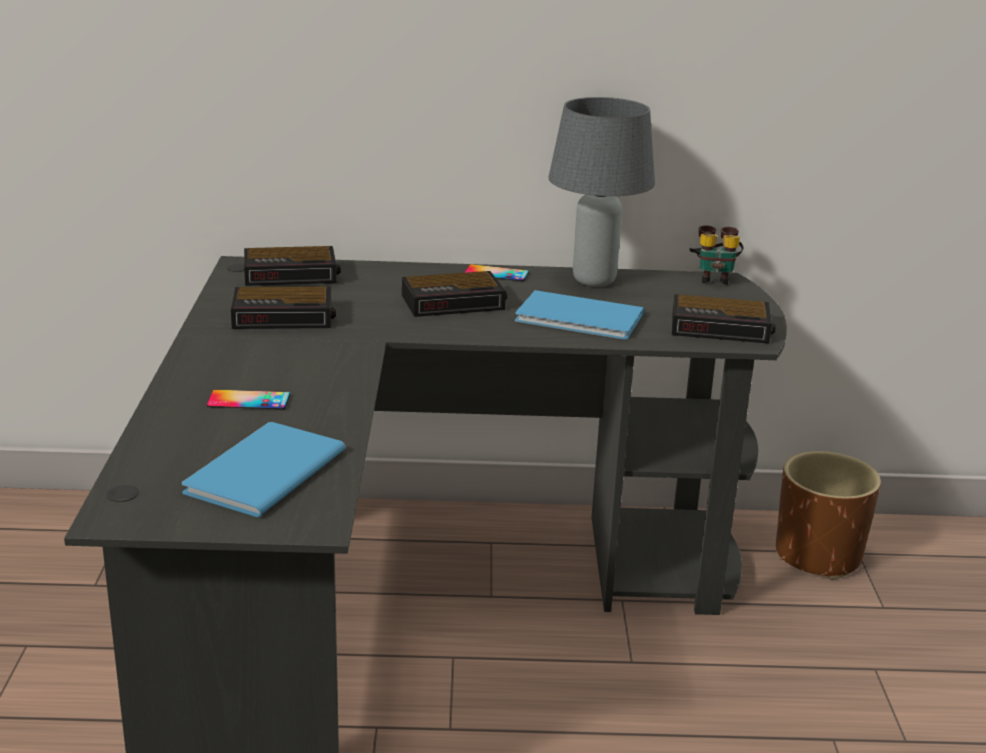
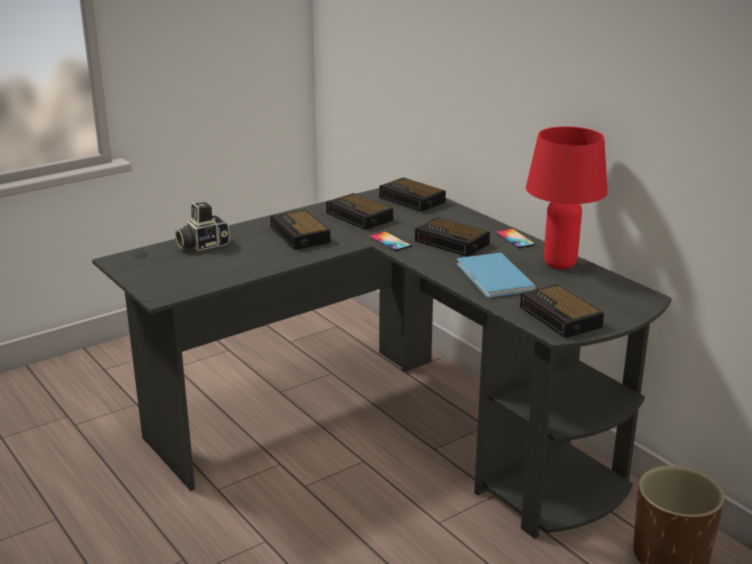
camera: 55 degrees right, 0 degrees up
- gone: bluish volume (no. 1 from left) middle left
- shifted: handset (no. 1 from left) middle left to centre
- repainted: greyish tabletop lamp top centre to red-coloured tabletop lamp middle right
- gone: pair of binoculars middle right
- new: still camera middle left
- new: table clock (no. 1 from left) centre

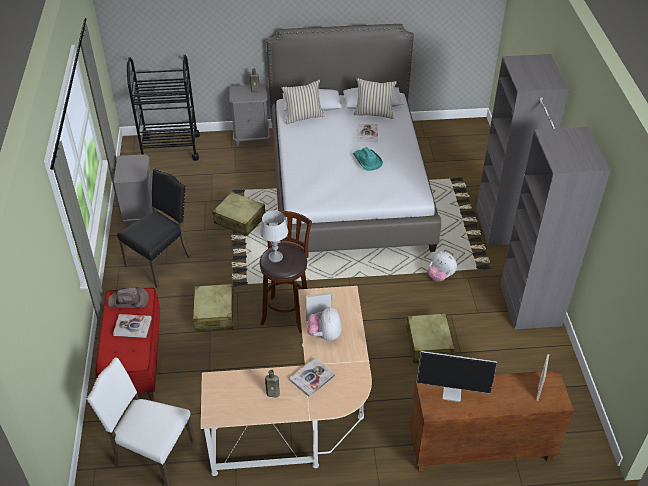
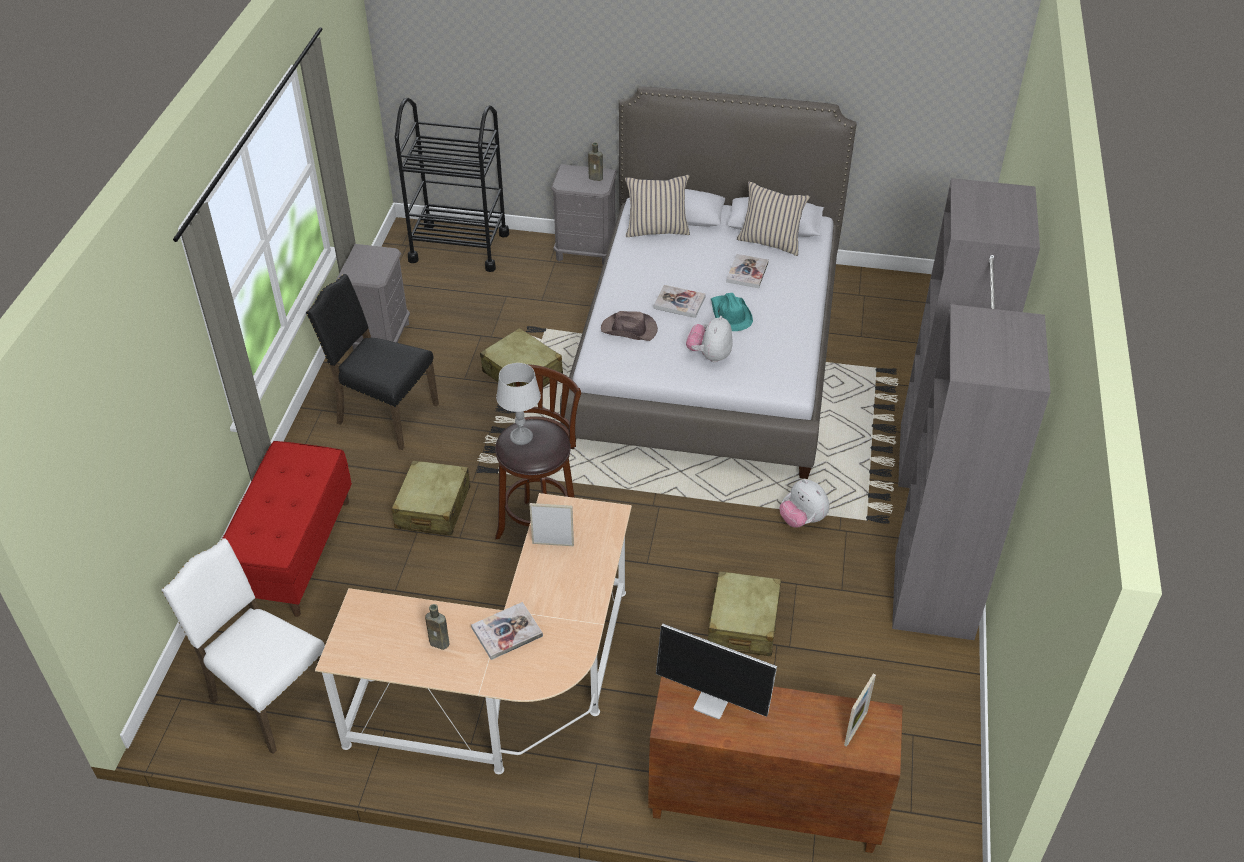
camera: 15 degrees right, 0 degrees up
- shifted: brown hat middle left to centre
- shifted: volume (no. 1 from left in the first image) bottom left to volume (no. 2 from left) centre
- rotated: black-coloured chair middle left = middle left 120 degrees counterclockwise
- shifted: plush toy (no. 1 from left) bottom centre to centre

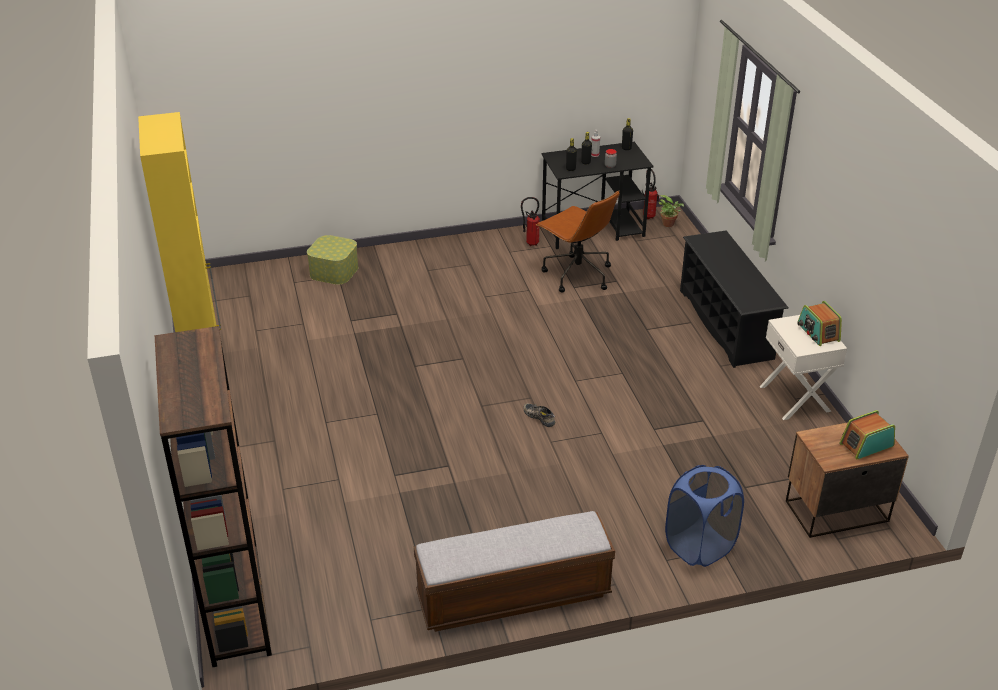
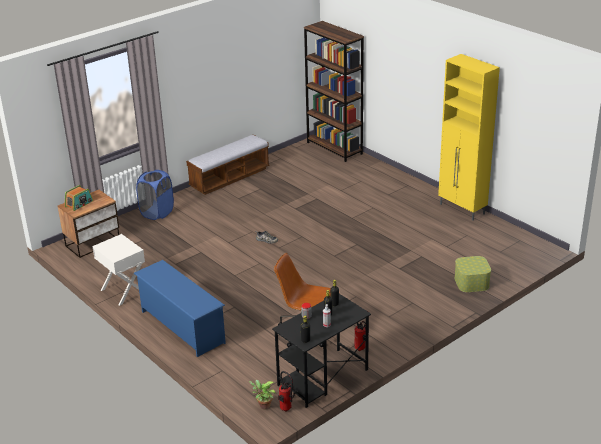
camera: 155 degrees right, 5 degrees down
- repainted: black-coloured shoe shelf middle right to bluish shoe shelf bottom left
- gone: radio (no. 1 from left) middle right

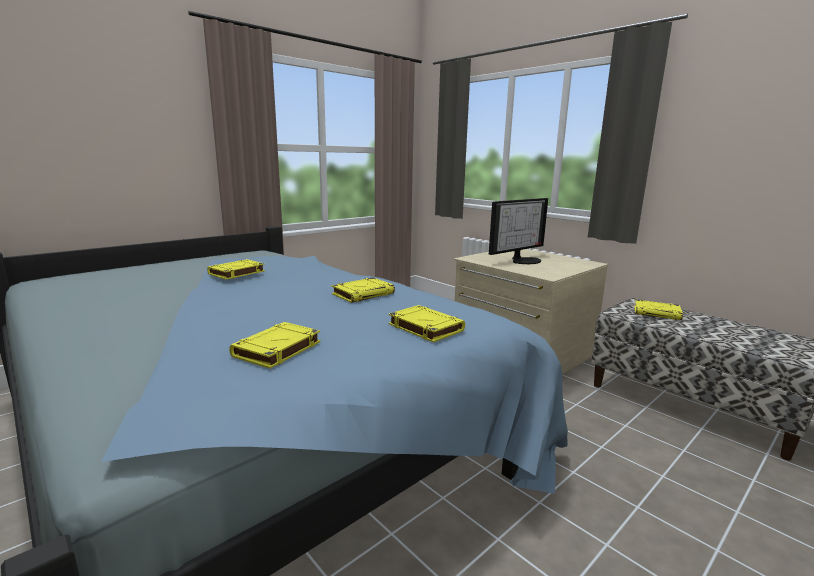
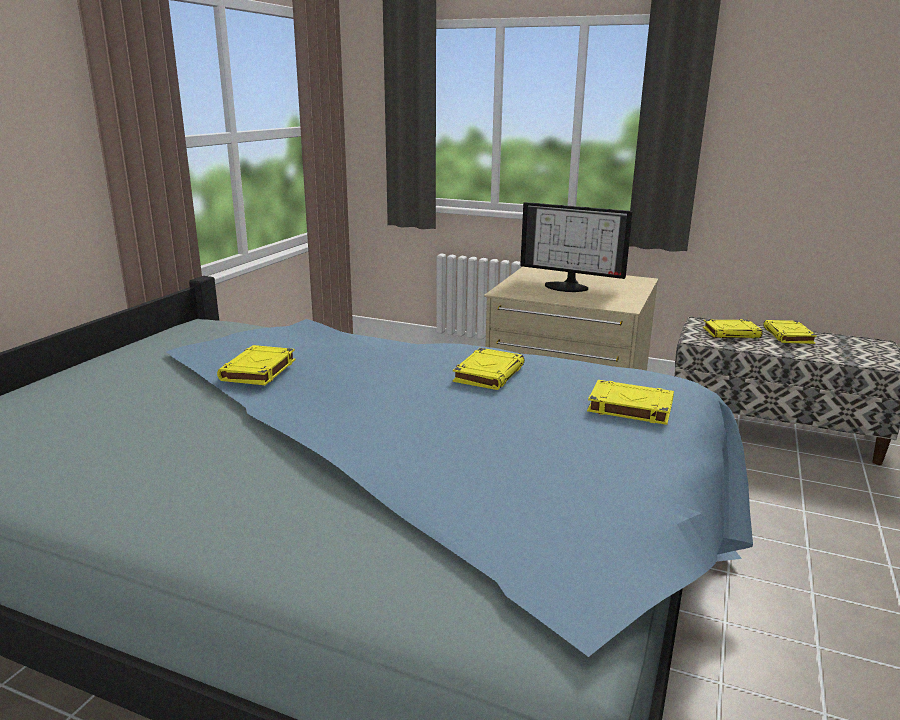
camera: 25 degrees left, 5 degrees up
- shifted: yellow volume (no. 2 from left in the first image) centre to yellow volume (no. 5 from left) middle right
- rotated: computer screen centre = centre 90 degrees clockwise

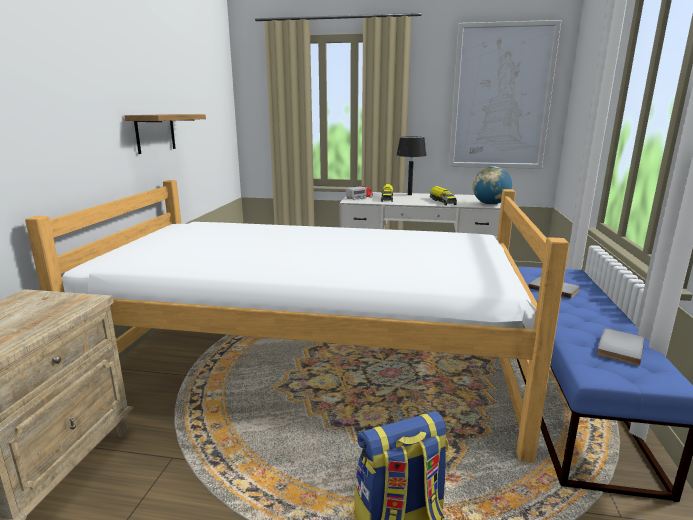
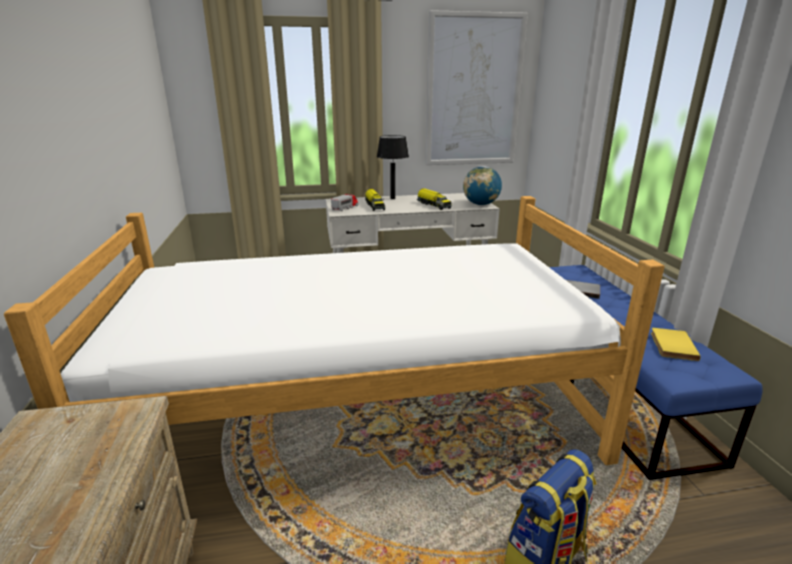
camera: 20 degrees left, 5 degrees up
- gone: wall shelf top left
- repainted: greyish volume (no. 2 from left) bottom right to yellow volume middle right

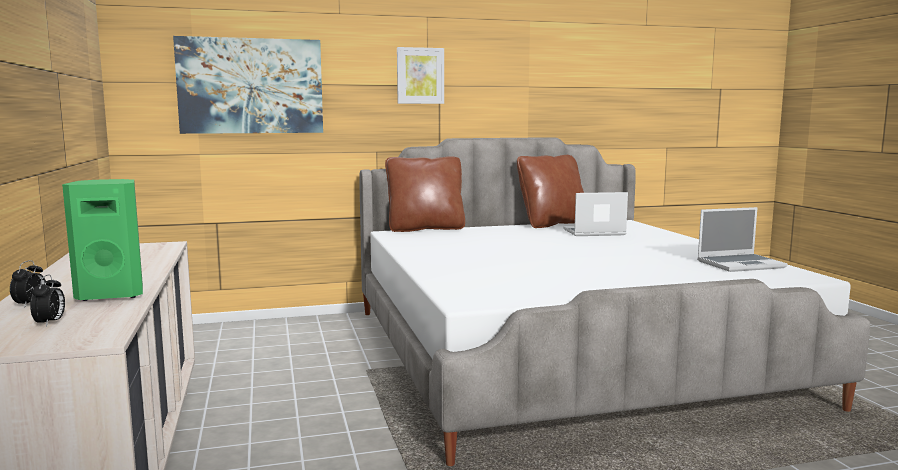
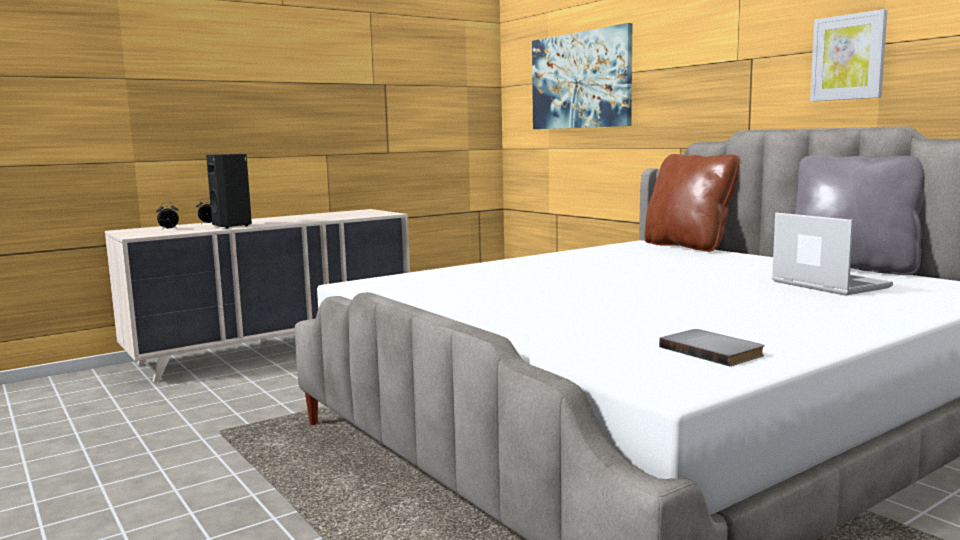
camera: 70 degrees right, 0 degrees up
- repainted: green-coloured loudspeaker middle left to black-coloured loudspeaker middle left
- shifted: picture (no. 2 from left) top centre to top right
- repainted: brown pillow (no. 2 from left) centre to greyish pillow middle right
- swapped: notebook computer (no. 2 from left) middle right to greyish volume middle right

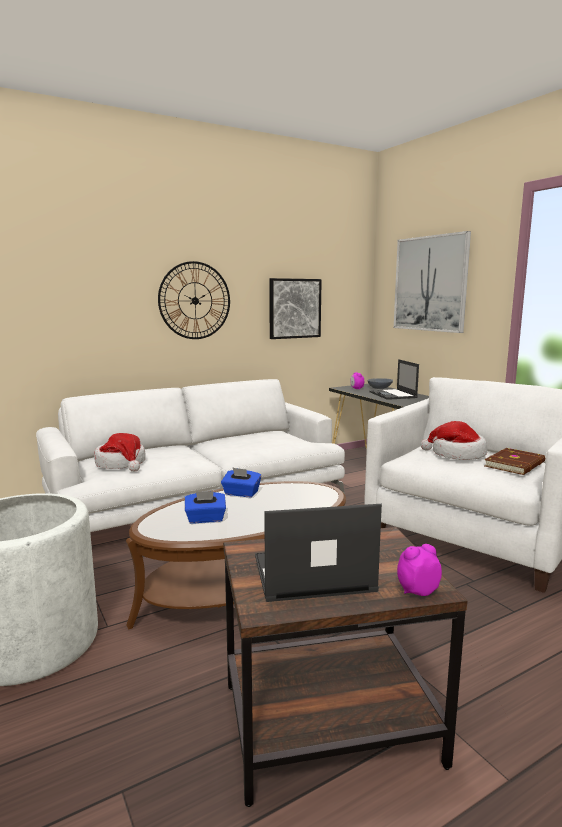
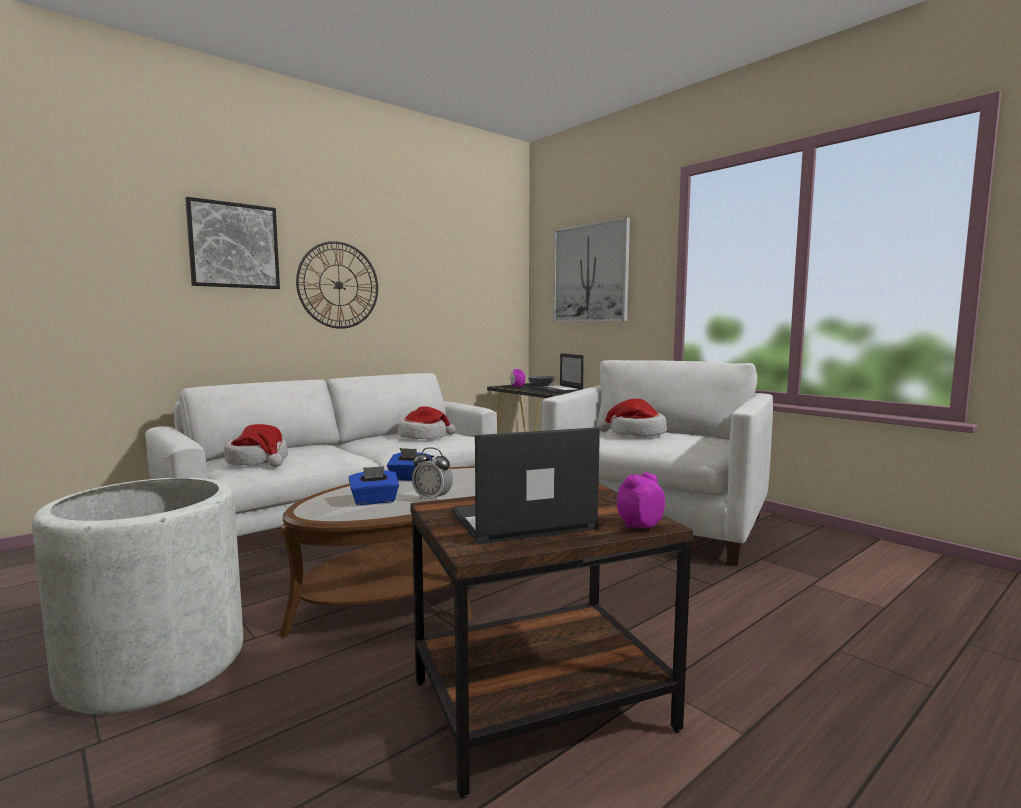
camera: 10 degrees left, 5 degrees down
- shifted: picture (no. 1 from left) centre to top left
- gone: brown volume middle right
- new: hat (no. 2 from left) centre
- new: table clock (no. 1 from left) centre

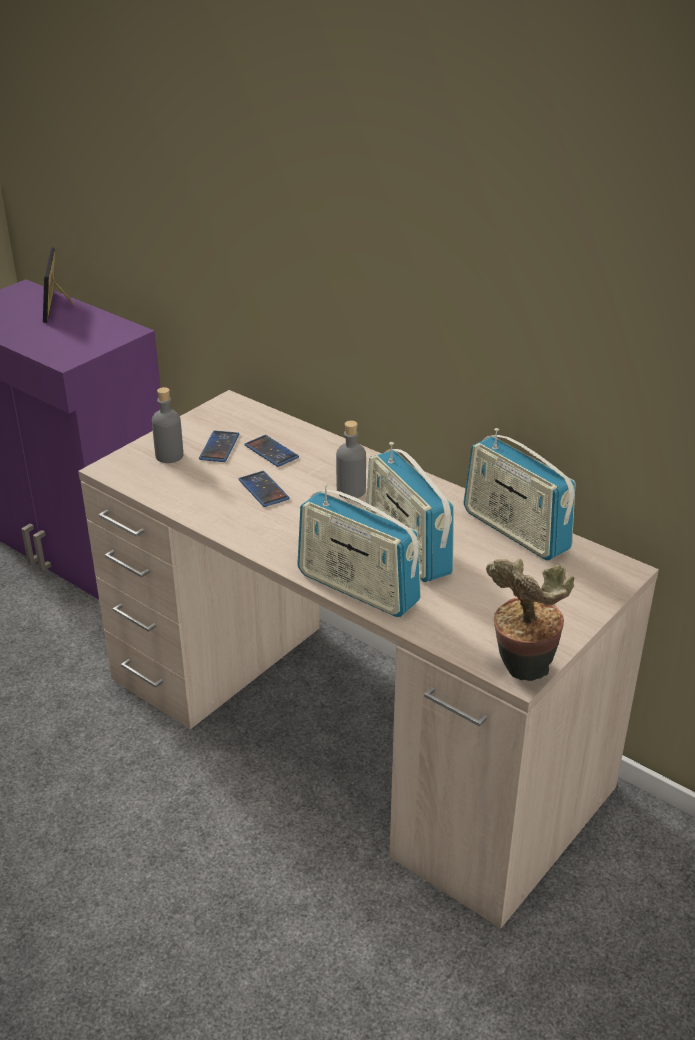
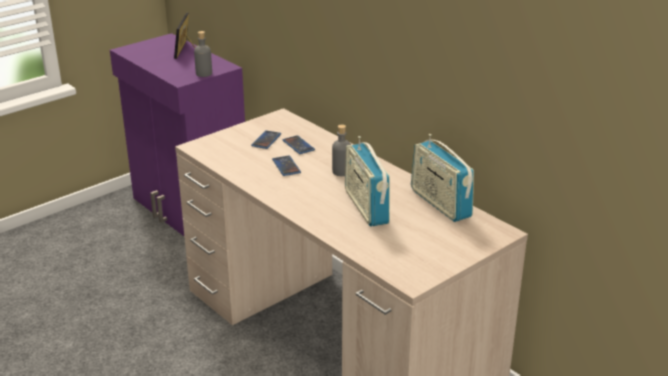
camera: 10 degrees right, 5 degrees down
- shifted: greyish beverage bottle (no. 1 from left) middle left to top left
- gone: radio (no. 1 from left) centre
- gone: houseplant middle right

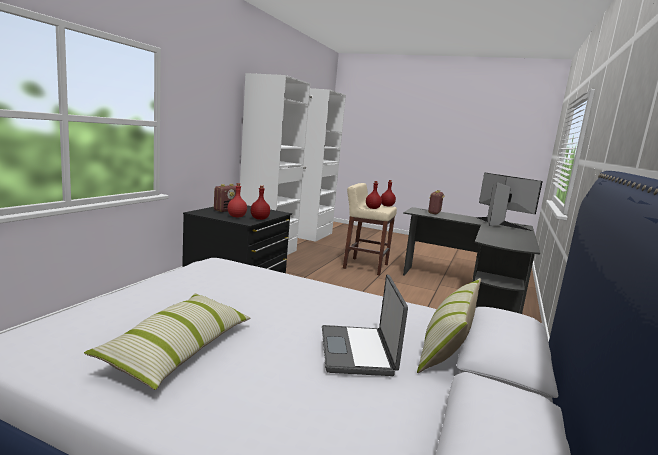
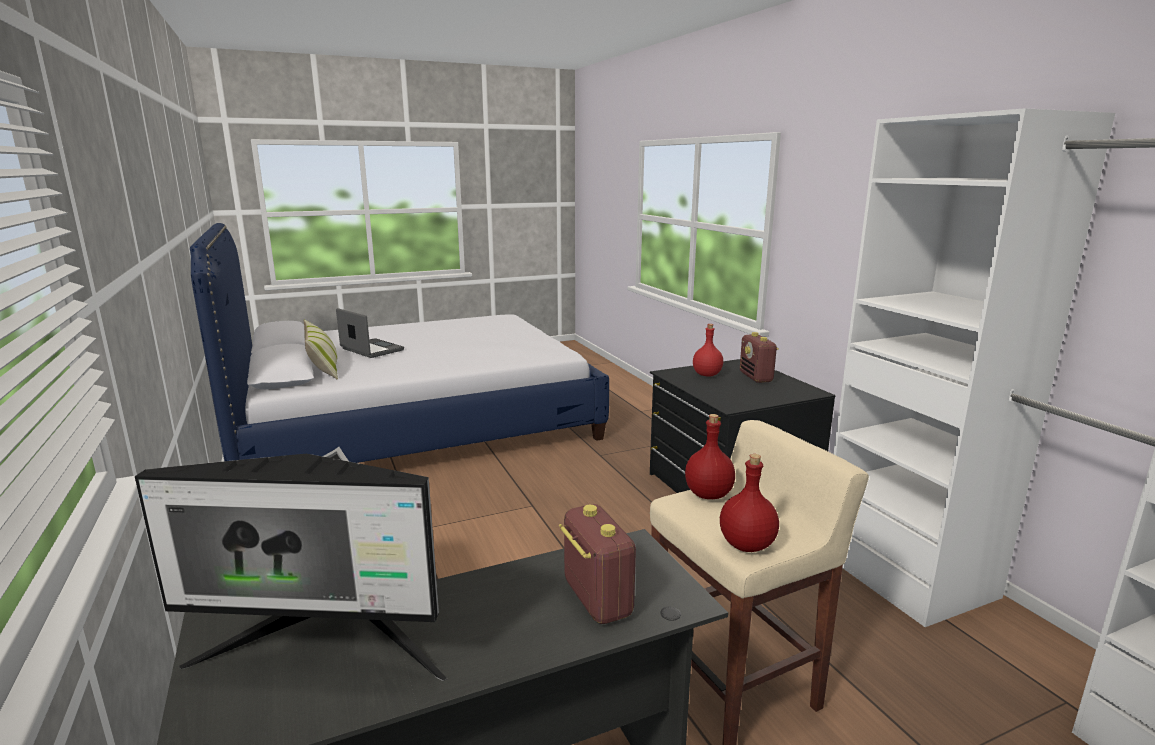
camera: 135 degrees right, 5 degrees up
- gone: pillow (no. 1 from left) bottom left
- gone: red-coloured beverage bottle (no. 2 from left) centre

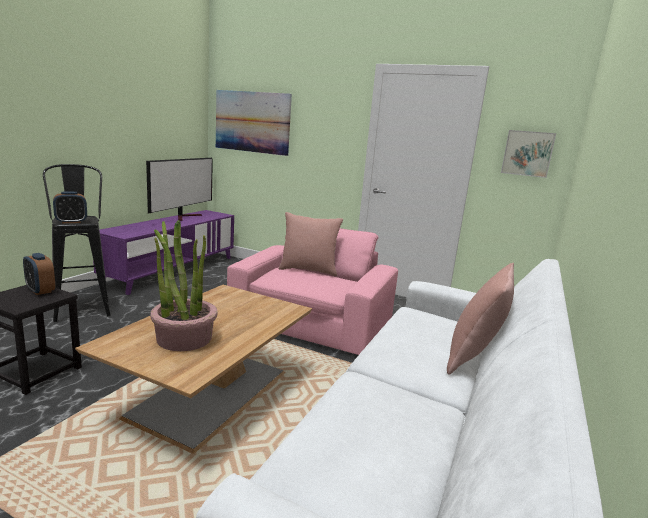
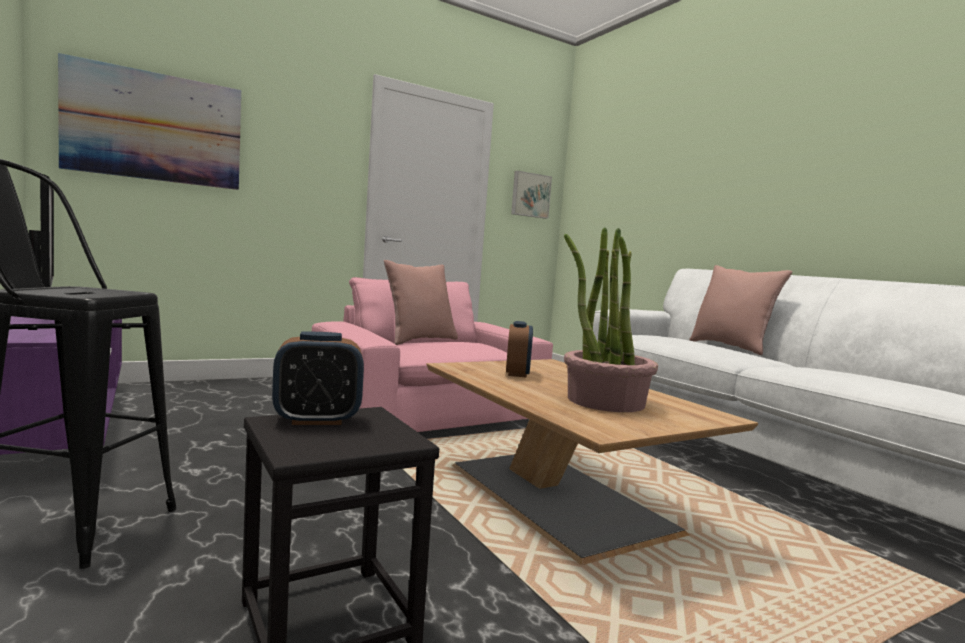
camera: 55 degrees left, 10 degrees down
- shifted: table clock (no. 2 from left) middle left to centre

